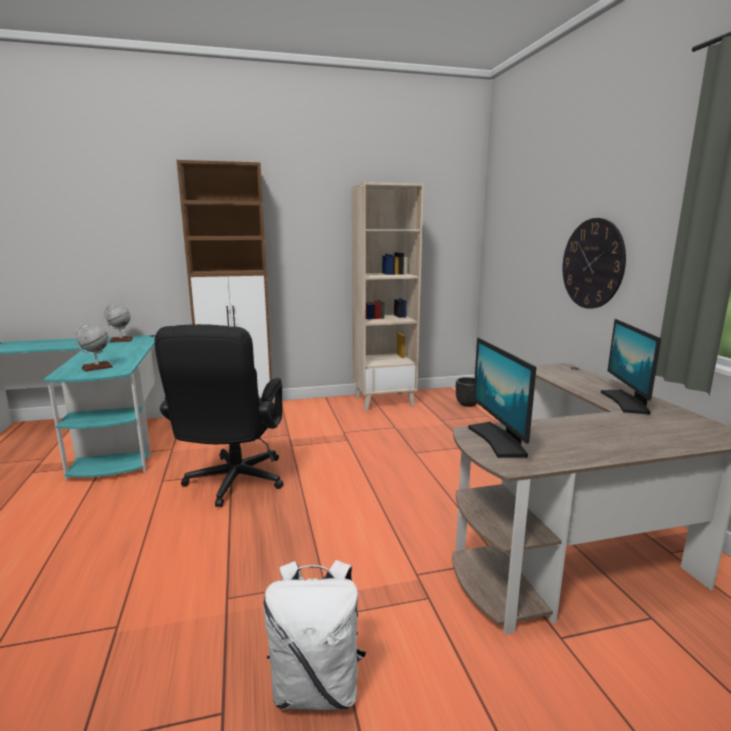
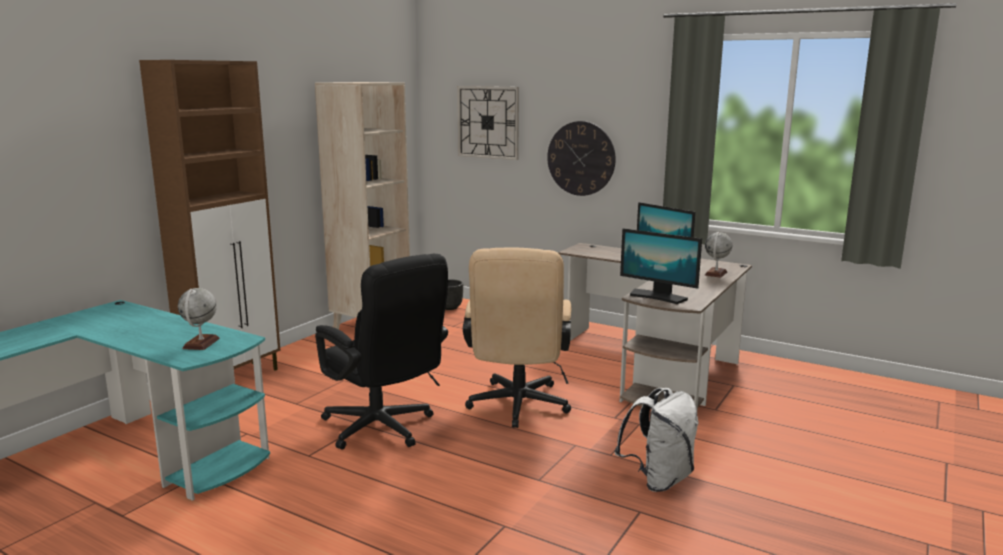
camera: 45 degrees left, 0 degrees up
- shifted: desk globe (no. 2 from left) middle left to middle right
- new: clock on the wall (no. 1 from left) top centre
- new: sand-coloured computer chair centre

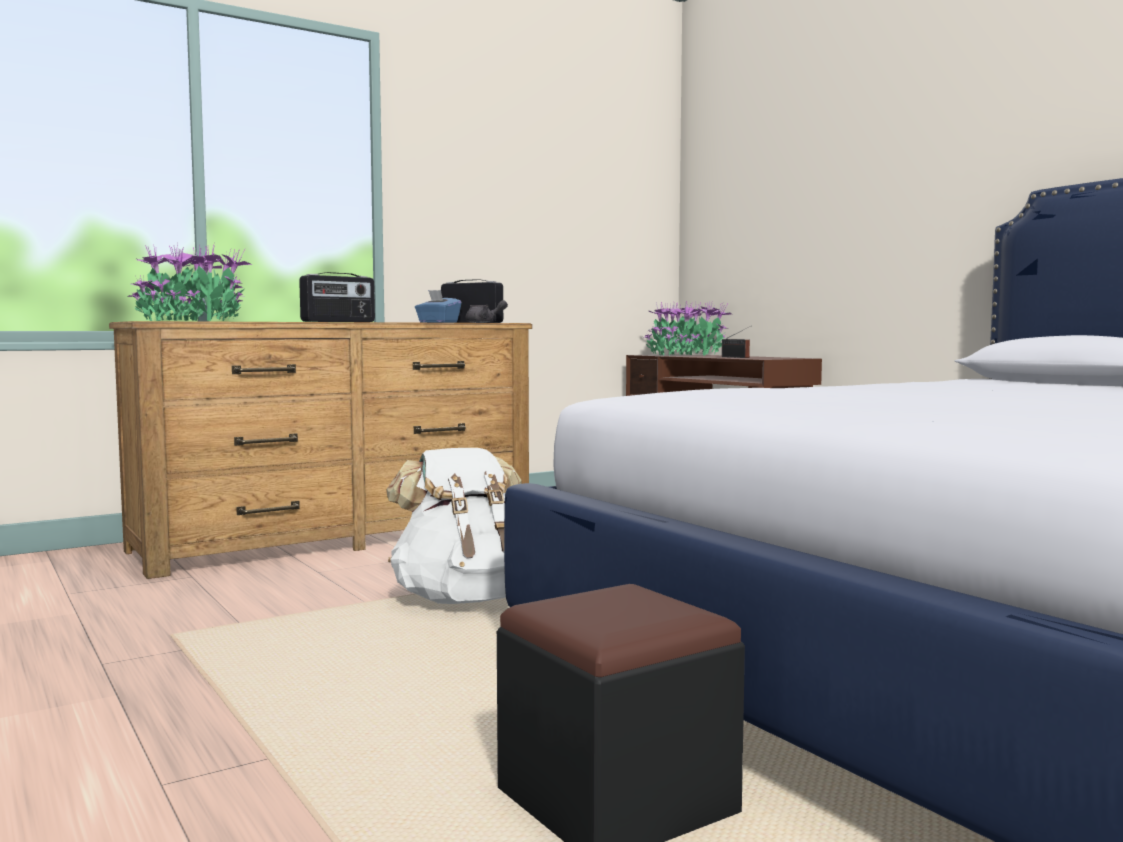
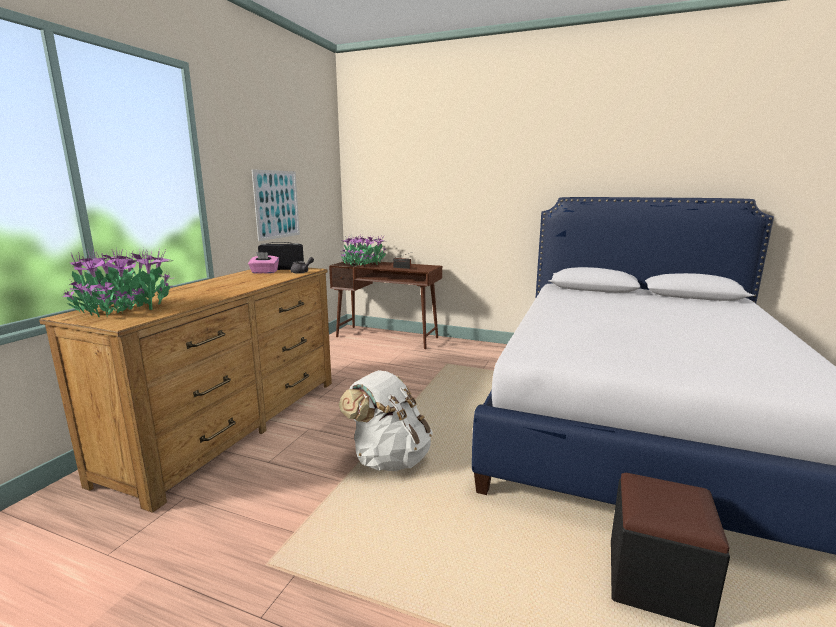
camera: 35 degrees left, 10 degrees up
- gone: radio (no. 1 from left) middle left
- repainted: bluish tissue box centre to pink tissue box middle left
- new: picture top left

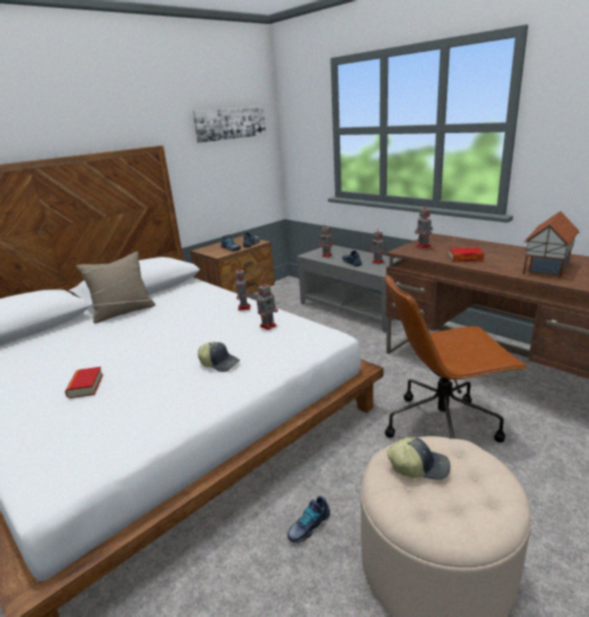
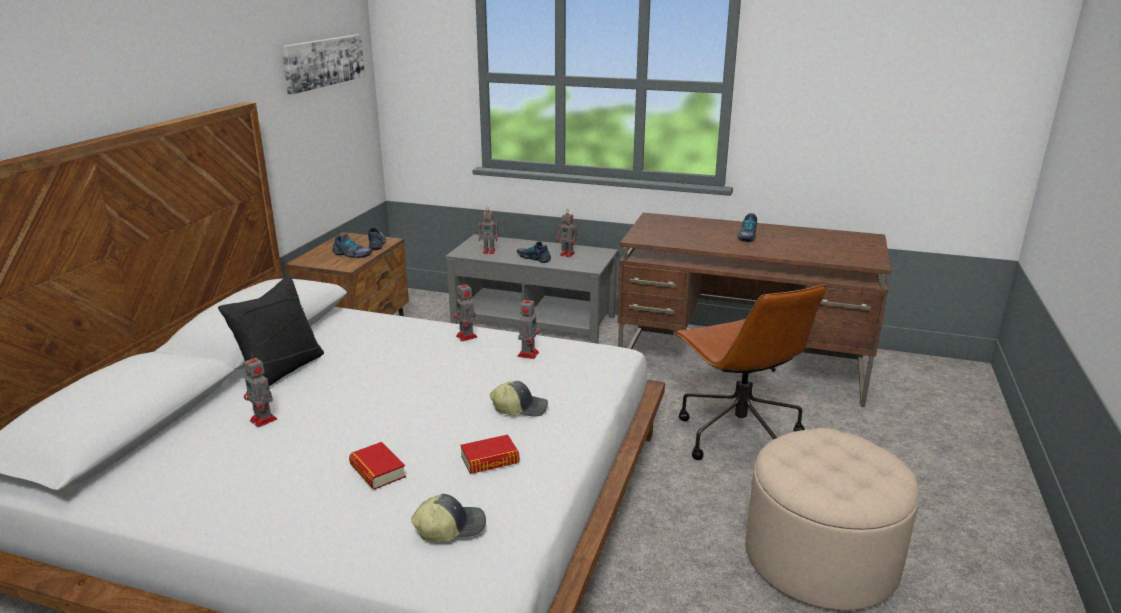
camera: 30 degrees left, 0 degrees up
- repainted: sand-coloured pillow middle left to black-coloured pillow middle left
- shifted: shoe (no. 3 from left in the first image) bottom centre to shoe (no. 4 from left) centre
- rotated: brown computer chair middle right = middle right 75 degrees counterclockwise
- shifted: peaked cap (no. 2 from left in the first image) bottom right to peaked cap (no. 1 from left) bottom centre
- shifted: model robot (no. 5 from left in the first image) middle right to model robot (no. 1 from left) middle left
- shifted: volume (no. 2 from left) middle right to bottom centre
- gone: model house middle right

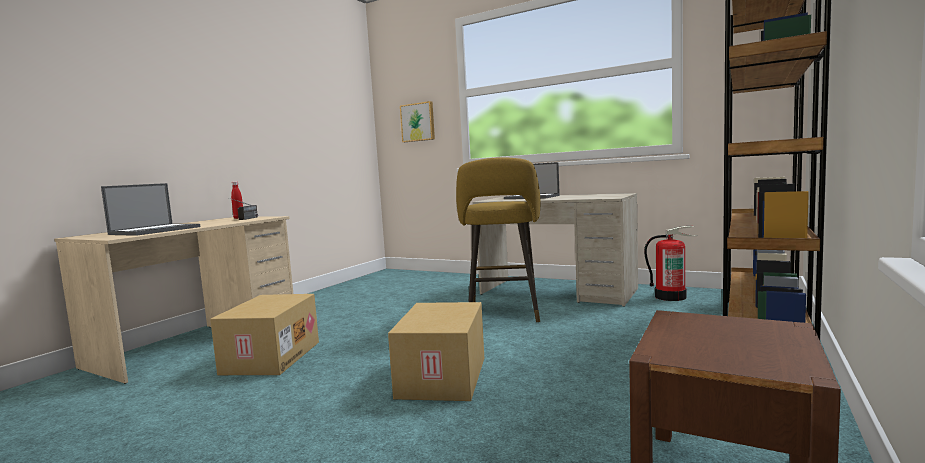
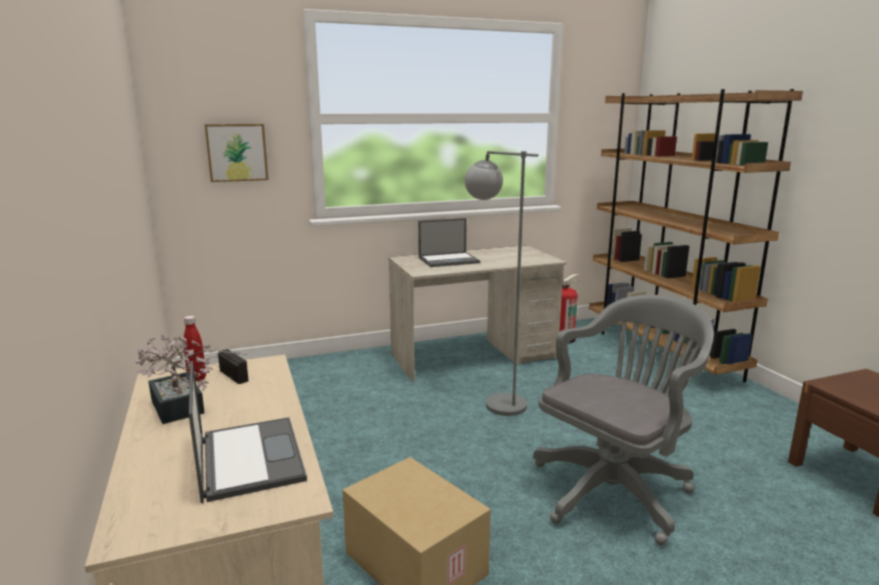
camera: 50 degrees left, 10 degrees up
- swapped: packing box (no. 2 from left) bottom centre to greyish computer chair bottom right
- swapped: yellow stool centre to greyish floor lamp centre
- new: houseplant middle left

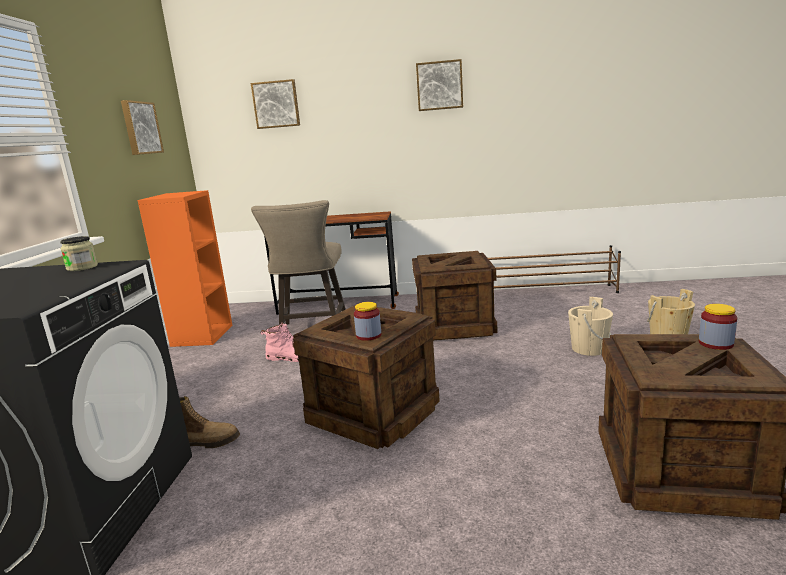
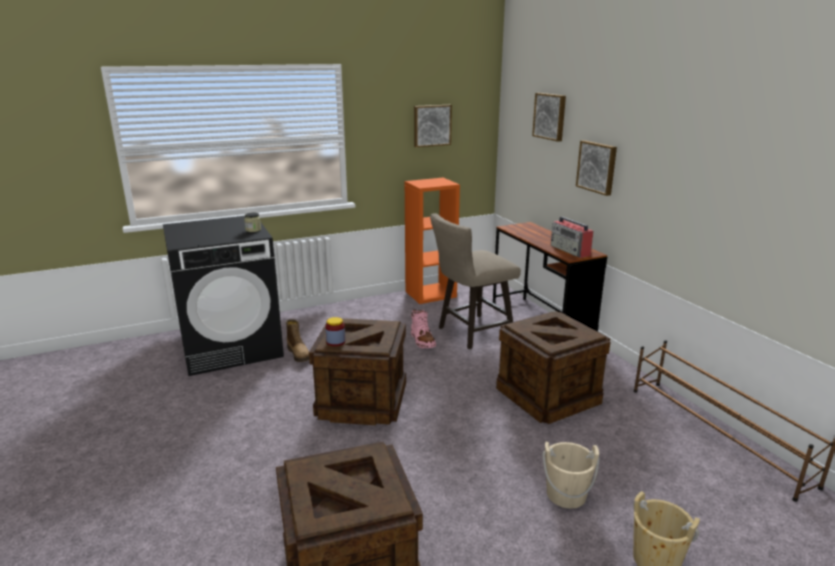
camera: 60 degrees right, 5 degrees up
- shifted: picture (no. 3 from left) top centre to top right
- gone: jar (no. 3 from left) middle right
- new: radio middle right

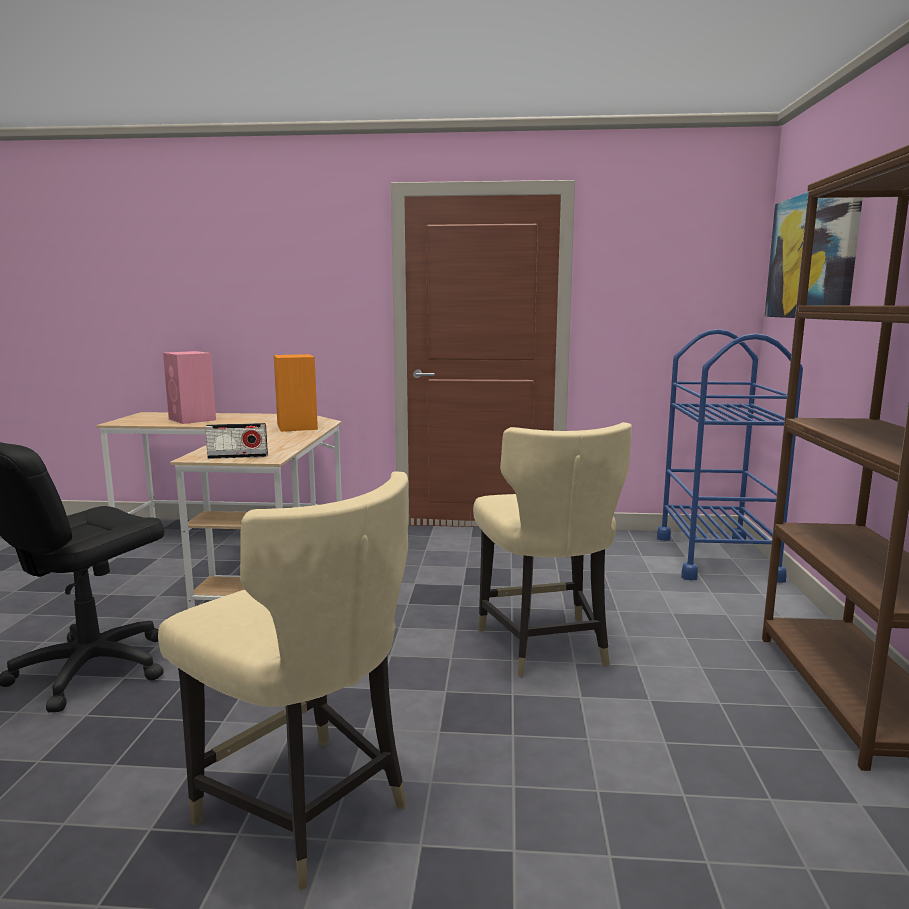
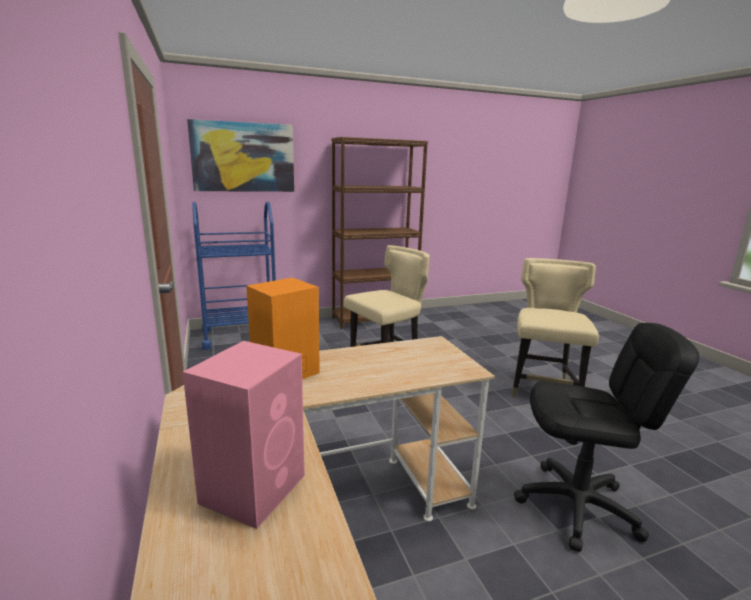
camera: 115 degrees left, 5 degrees up
- gone: radio middle left

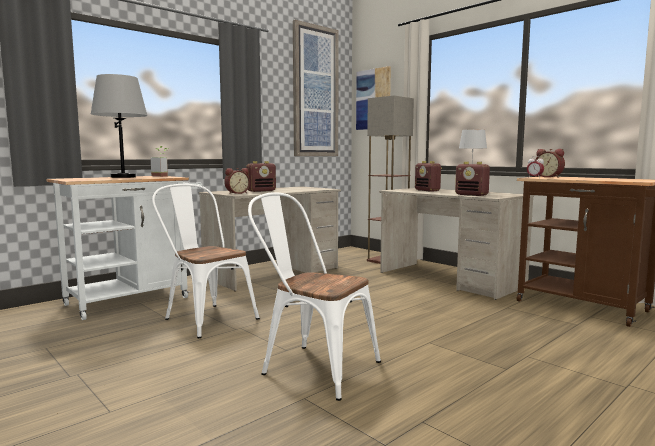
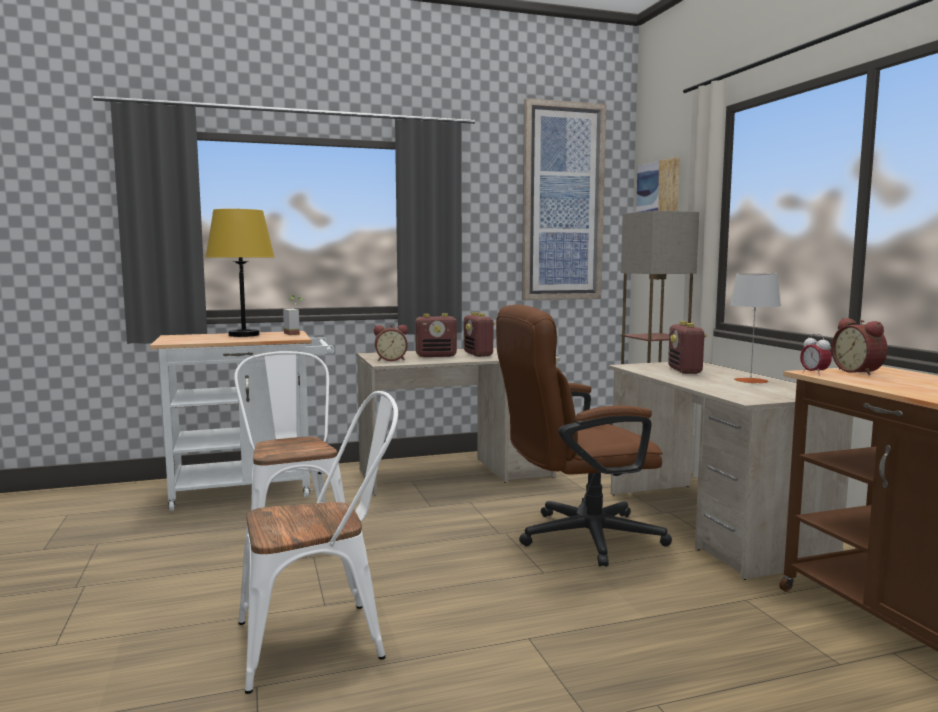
camera: 25 degrees right, 0 degrees up
- repainted: greyish tabletop lamp (no. 1 from left) top left to yellow tabletop lamp middle left
- rotated: whitish chair (no. 2 from left) centre = bottom centre 105 degrees clockwise
- shifted: radio (no. 3 from left in the first image) middle right to radio (no. 2 from left) centre
- new: brown computer chair centre

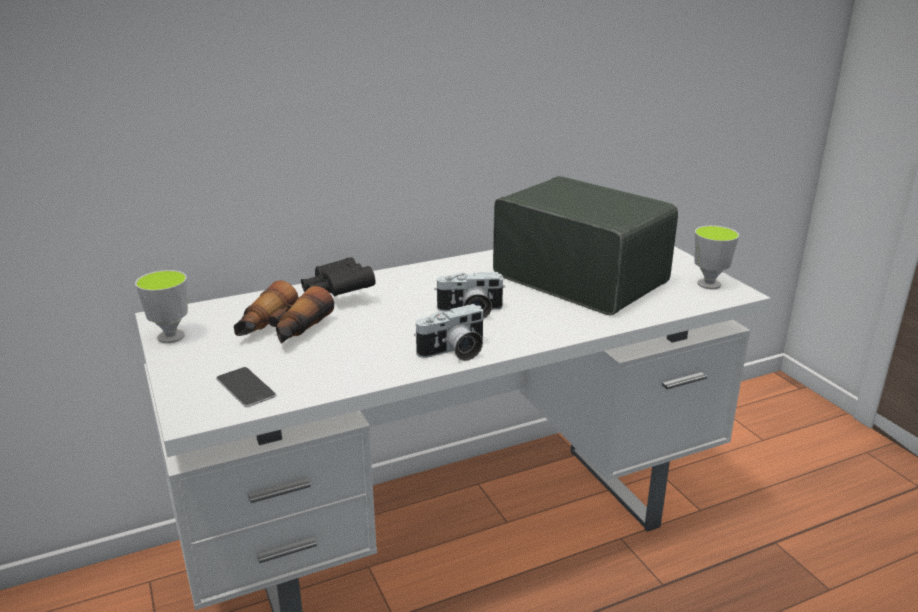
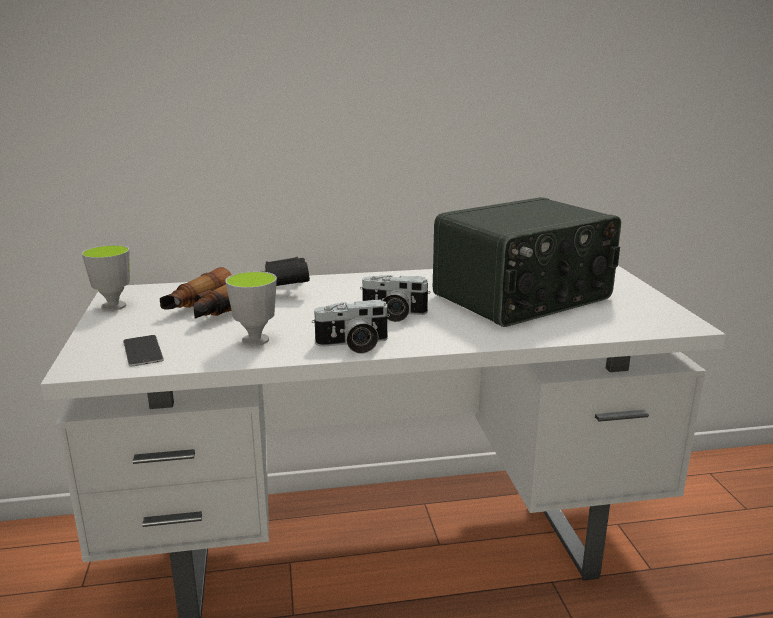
camera: 15 degrees right, 5 degrees down
- rotated: radio centre = middle right 90 degrees clockwise
- shifted: cup (no. 2 from left) middle right to middle left

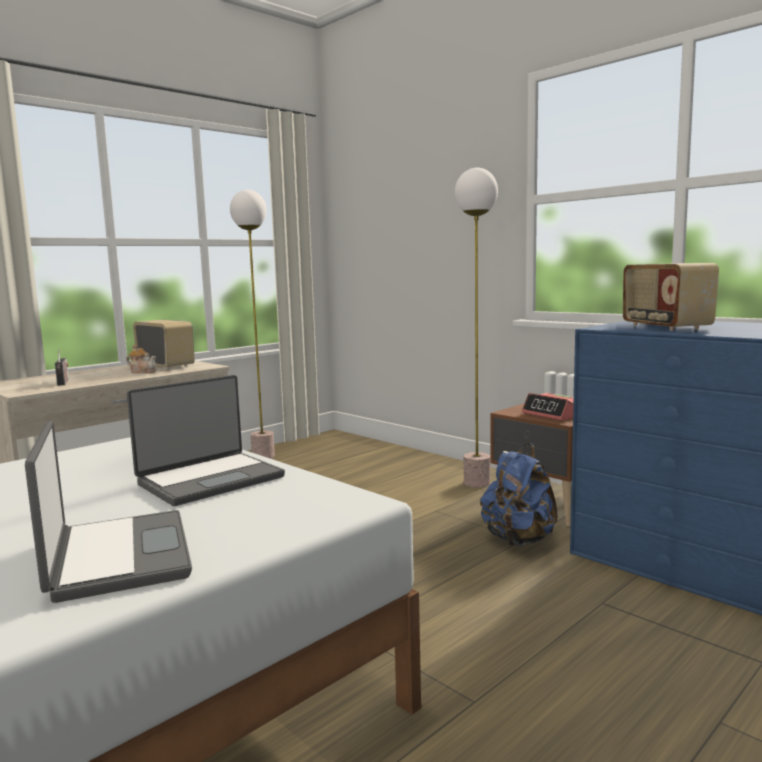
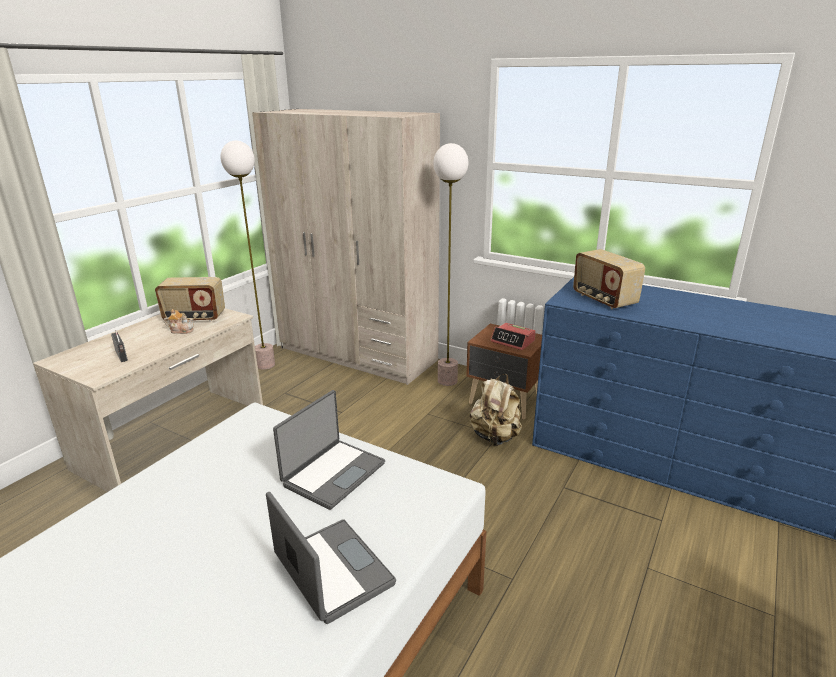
camera: 15 degrees left, 15 degrees up
- rotated: radio (no. 2 from left) middle left = middle left 150 degrees clockwise
- repainted: bluish rucksack middle right to sand-coloured rucksack centre
- new: sand-coloured armoire centre

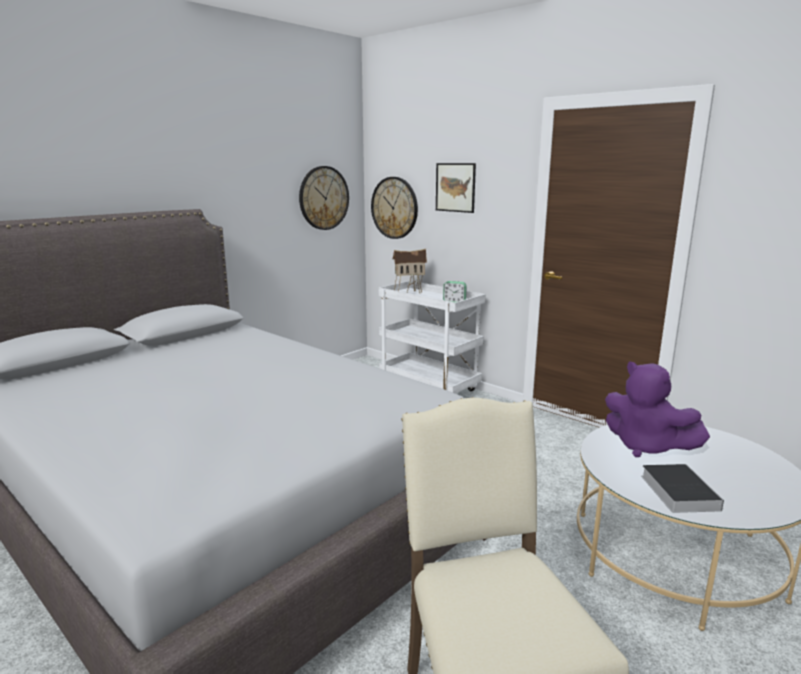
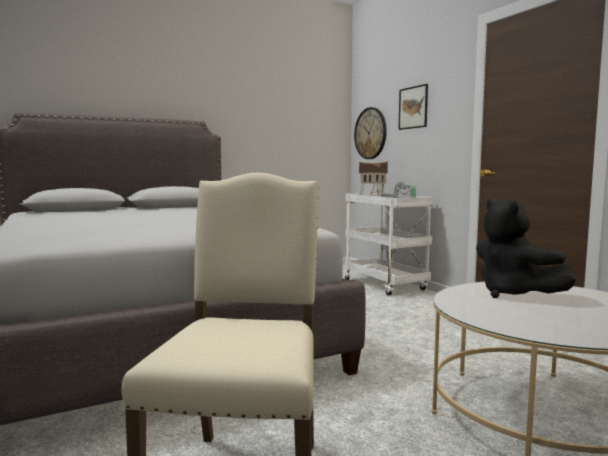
camera: 20 degrees right, 10 degrees down
- gone: clock on the wall (no. 1 from left) top centre
- repainted: purple-coloured plush toy middle right to black-coloured plush toy middle right
- gone: volume bottom right

